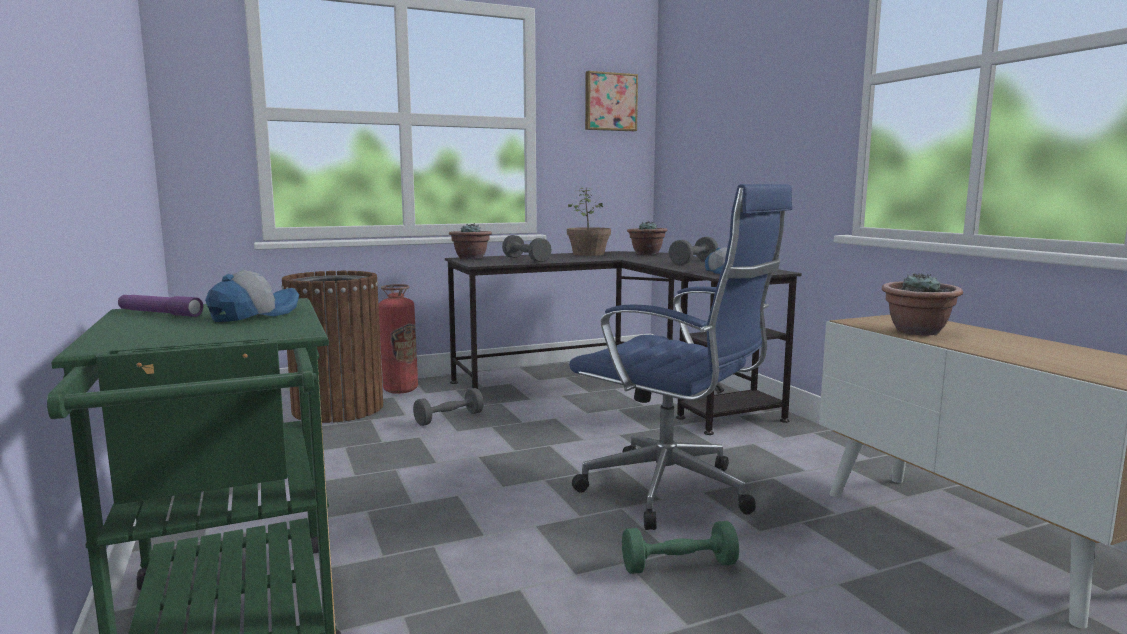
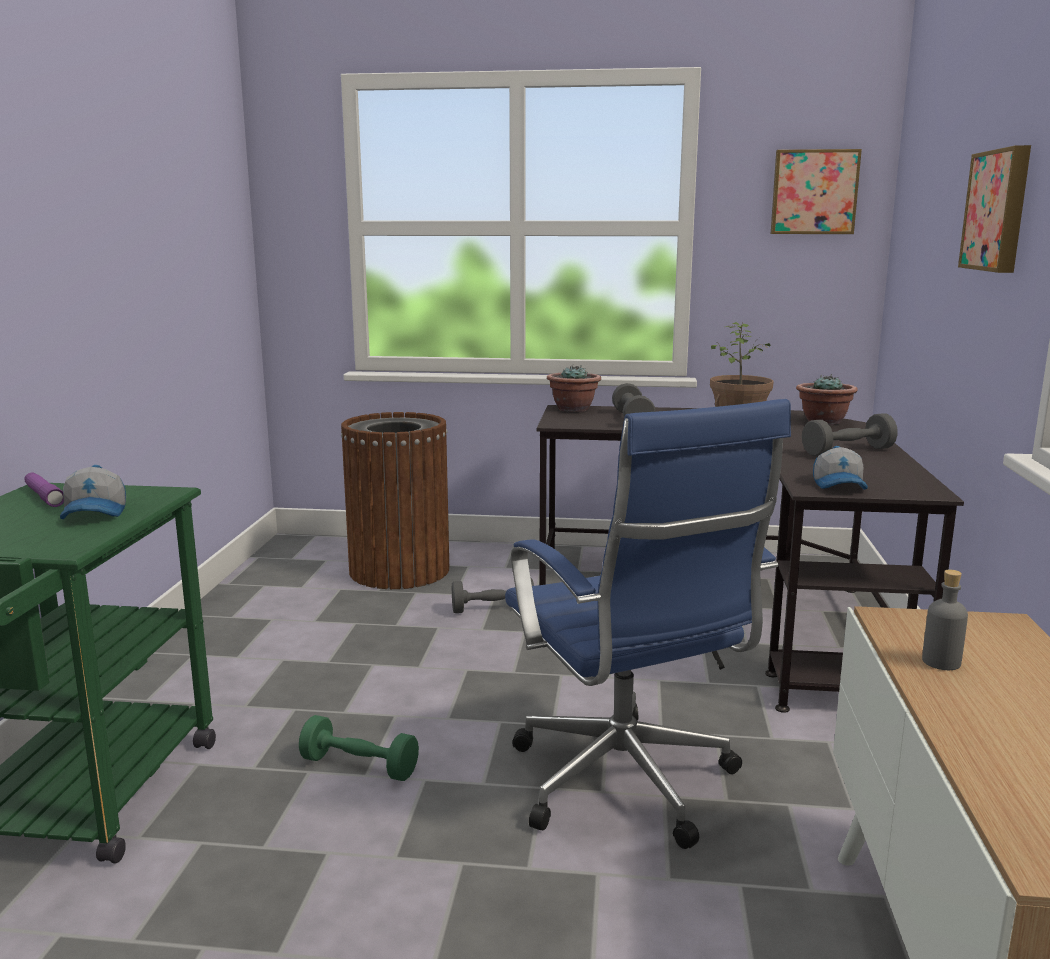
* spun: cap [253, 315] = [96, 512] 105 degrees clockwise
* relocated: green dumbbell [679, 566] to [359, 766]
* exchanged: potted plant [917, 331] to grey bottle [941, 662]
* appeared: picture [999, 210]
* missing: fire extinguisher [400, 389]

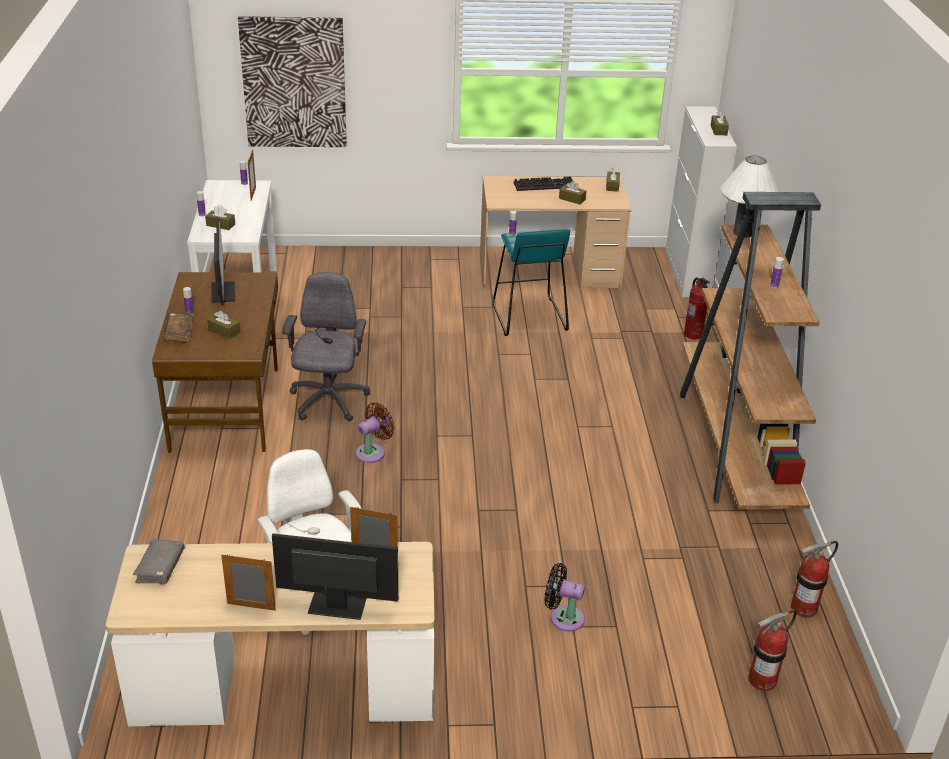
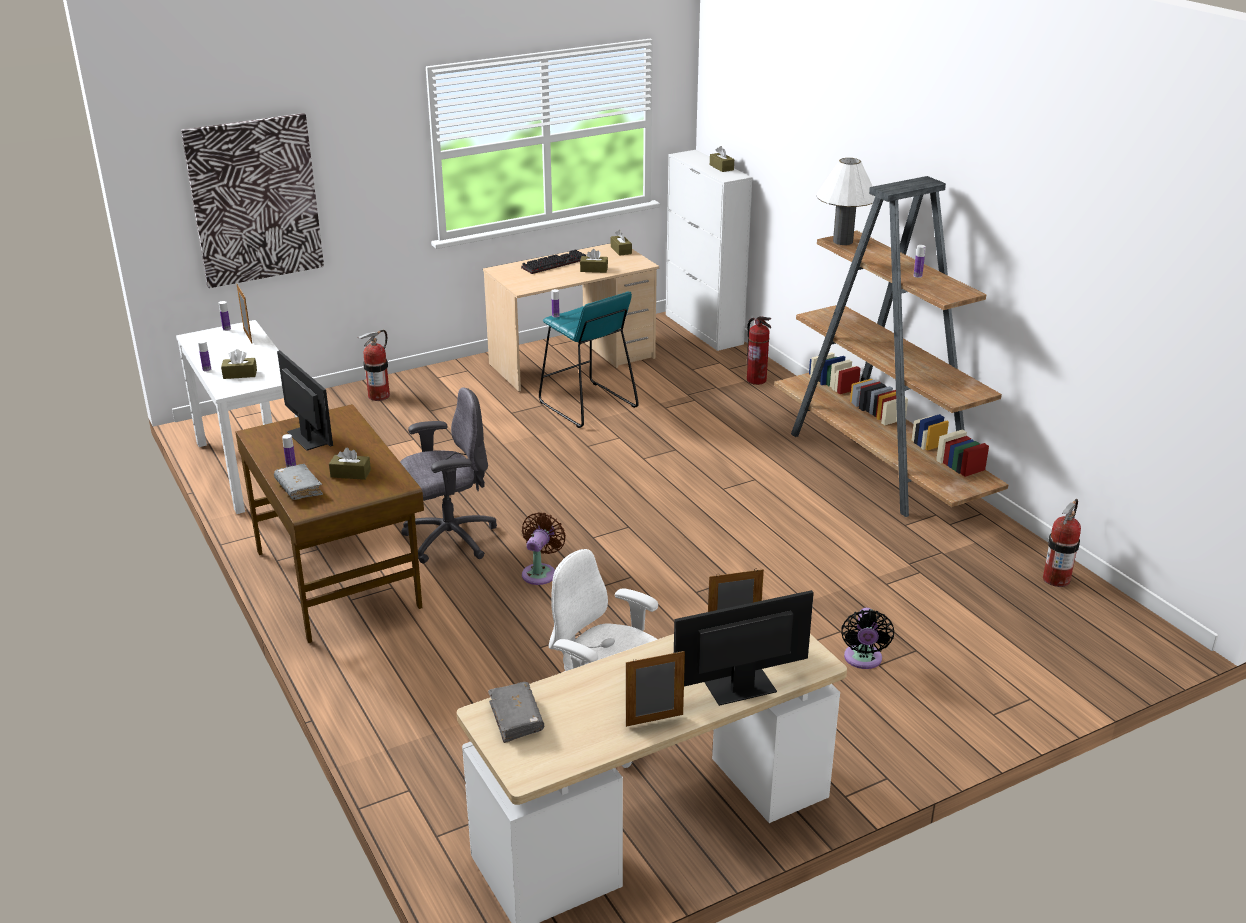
* colour: brown book [179, 332] to grey book [299, 488]
* relocated: fire extinguisher [762, 680] to [379, 396]
* spun: grey office chair [328, 401] = [448, 539] 90 degrees clockwise
* spun: black fan [563, 617] = [863, 660] 75 degrees counterclockwise

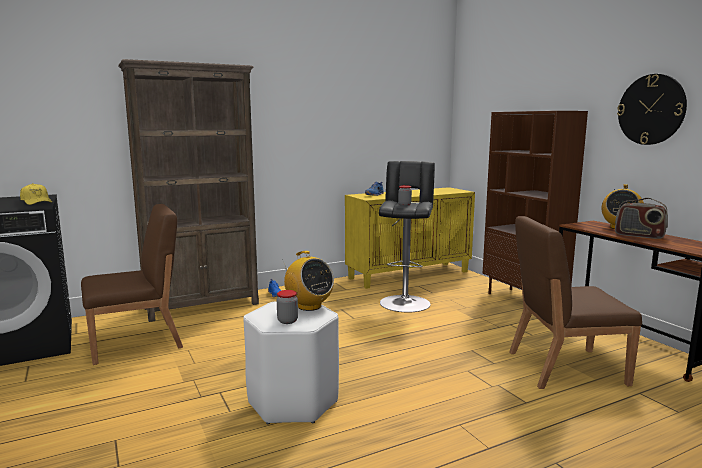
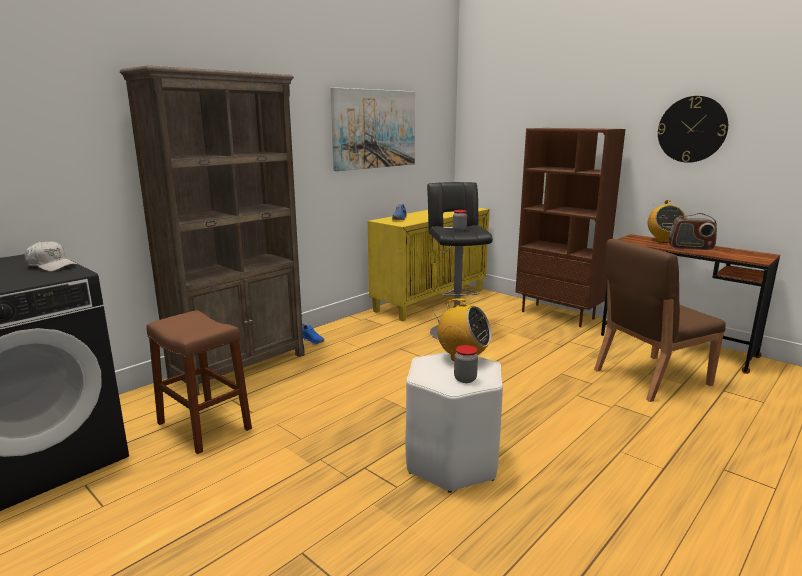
* colour: yellow cap [36, 202] to white cap [51, 266]
* exchanged: brown chair [137, 342] to brown stool [204, 426]
* appeared: picture [374, 129]

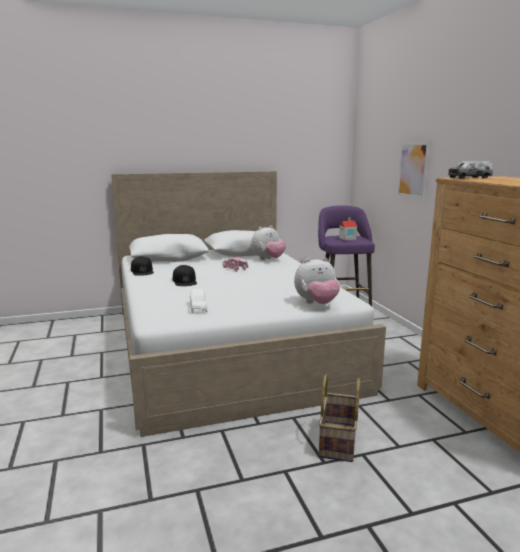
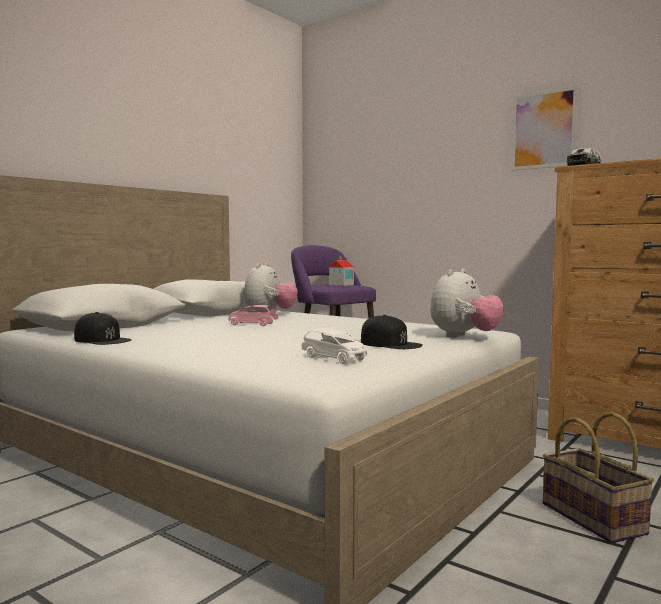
* relocated: black cap [185, 281] to [390, 344]
* relocated: picture [413, 170] to [543, 130]

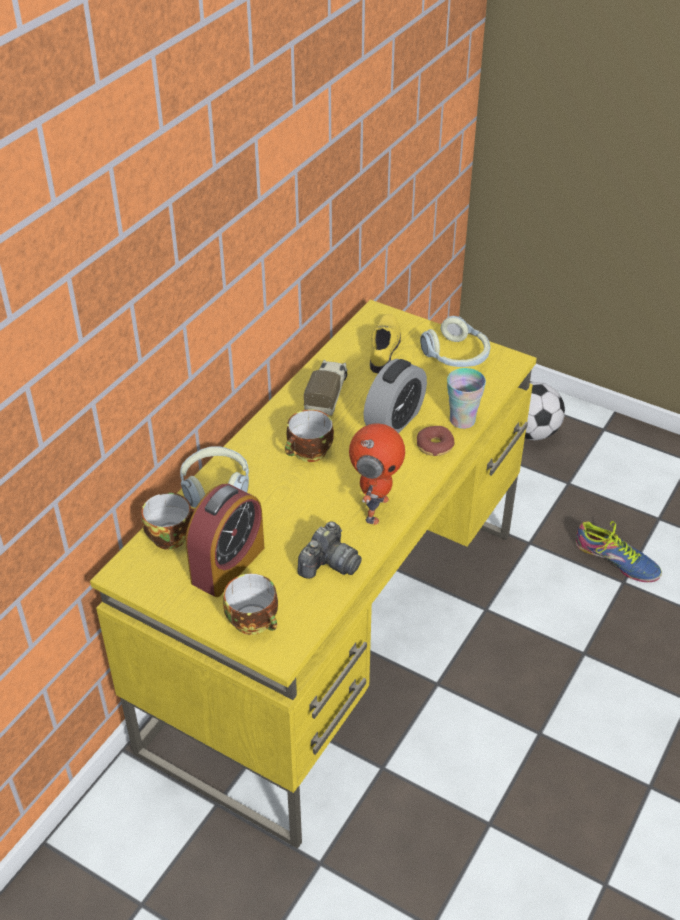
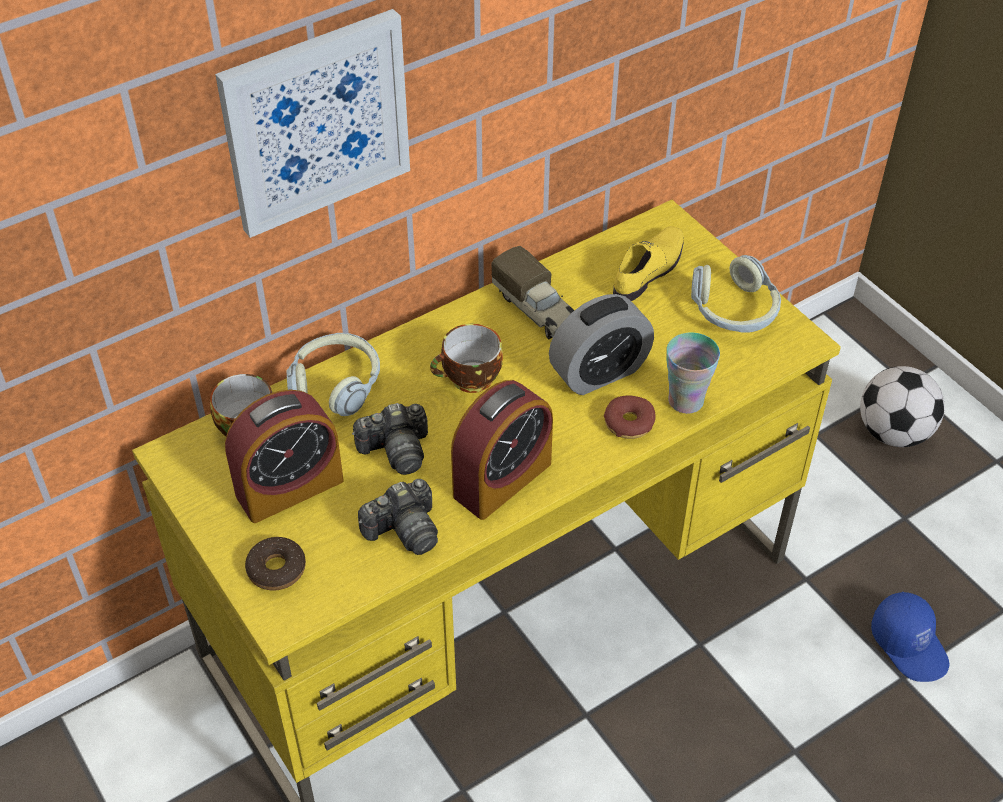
* appeared: picture [316, 122]
* exchanged: cup [255, 621] to donut [276, 569]
* appeared: photo camera [396, 450]
* exchanged: toy robot [374, 509] to alarm clock [502, 479]
* spun: toy truck [327, 395] = [537, 311] 105 degrees clockwise
* exchanged: shoe [616, 560] to blue cap [910, 644]

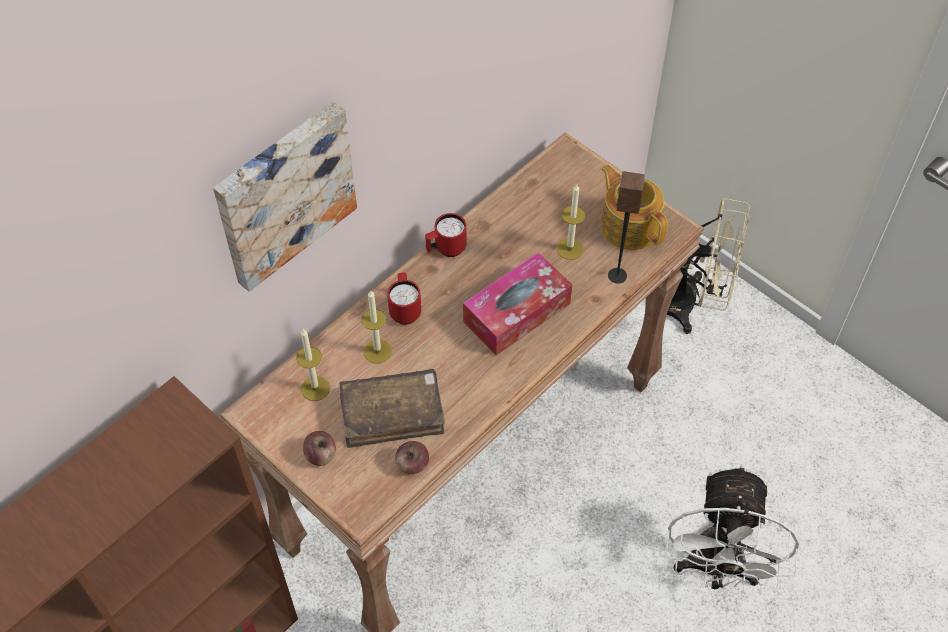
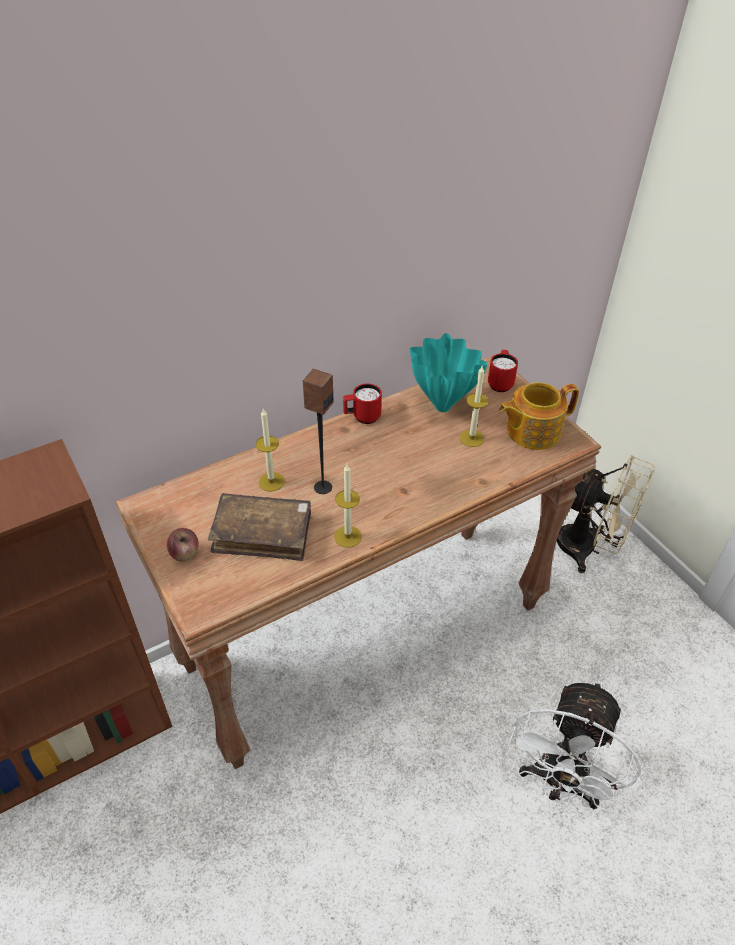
* relocated: speaker [616, 275] to [322, 487]
* relocated: candle [315, 388] to [348, 536]
* appeared: turquoise vase [441, 406]
* relocated: red mug [405, 309] to [500, 383]
* spun: teapot [629, 225] = [531, 431] 90 degrees counterclockwise
* missing: picture [283, 193]
* missing: apple [412, 464]
* missing: tissue box [517, 312]

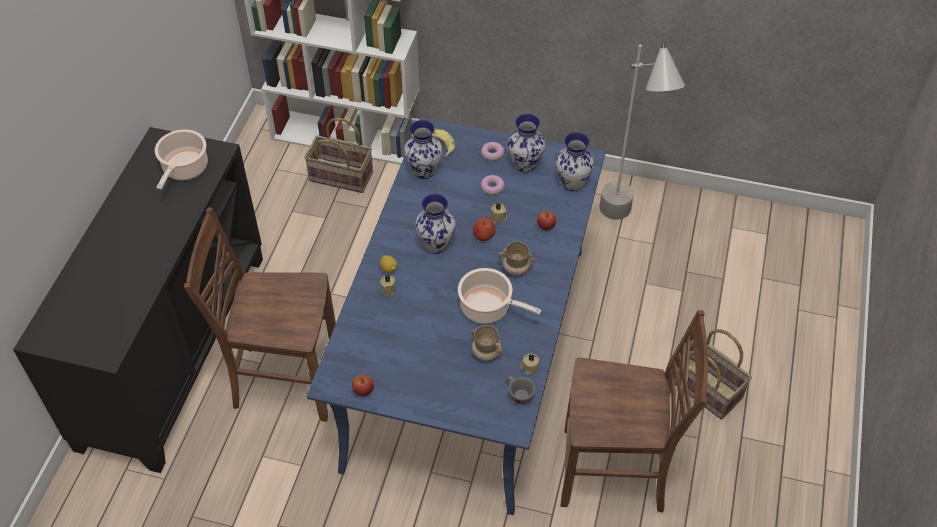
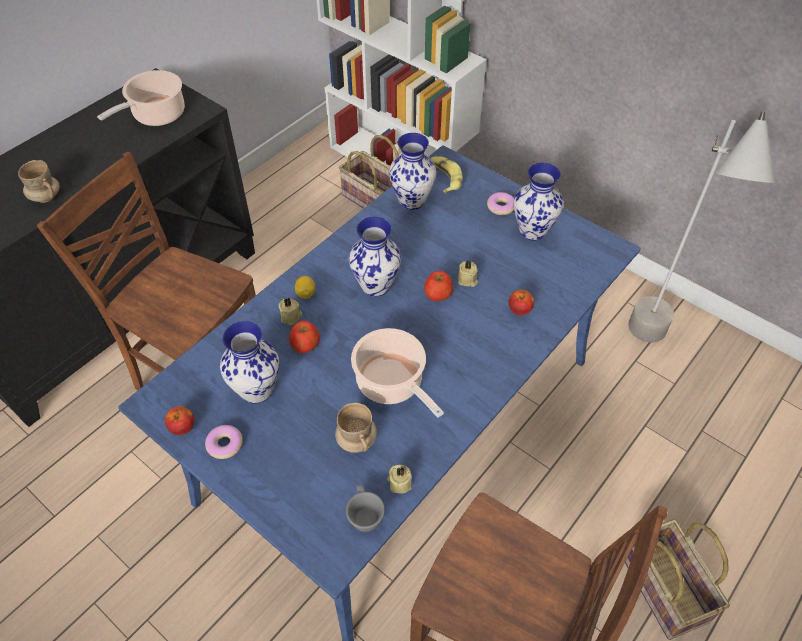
* relocated: beige mug [516, 269] to [45, 197]
* relocated: donut [492, 187] to [225, 444]
* relocated: vase [572, 183] to [255, 390]
* appeared: apple [305, 344]

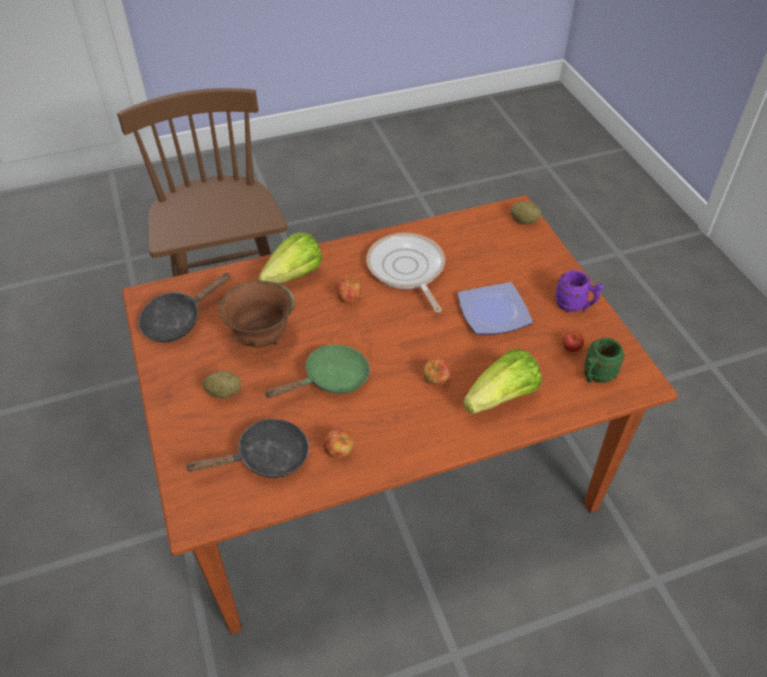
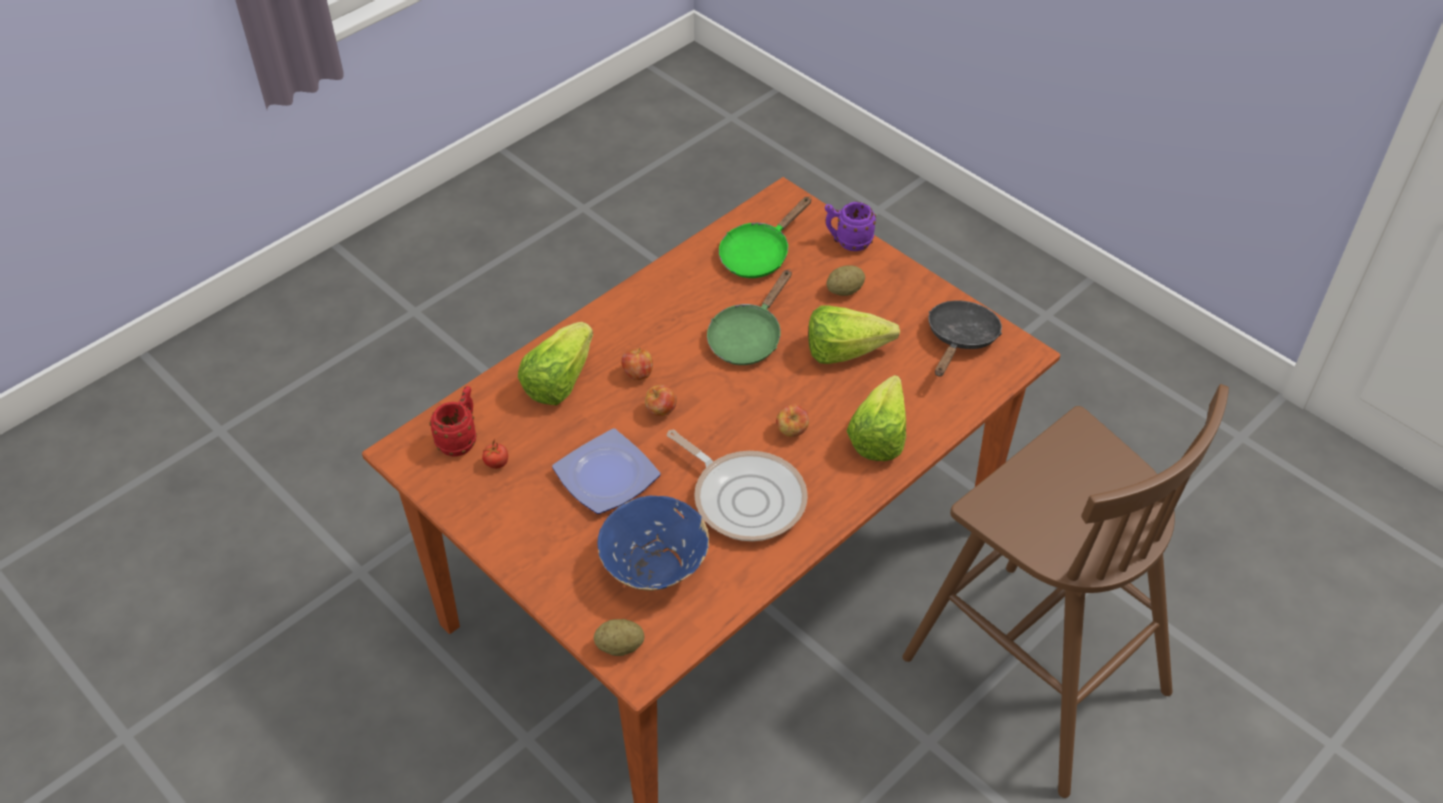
* colour: green mug [595, 376] to red mug [460, 439]
* appeared: blue bowl [654, 566]
* relocated: apple [339, 451] to [661, 411]
* colour: black frying pan [266, 458] to green frying pan [759, 255]
* exchanged: brown bowl [262, 338] to lettuce [852, 353]
* relocated: purple mug [574, 306] to [847, 242]

